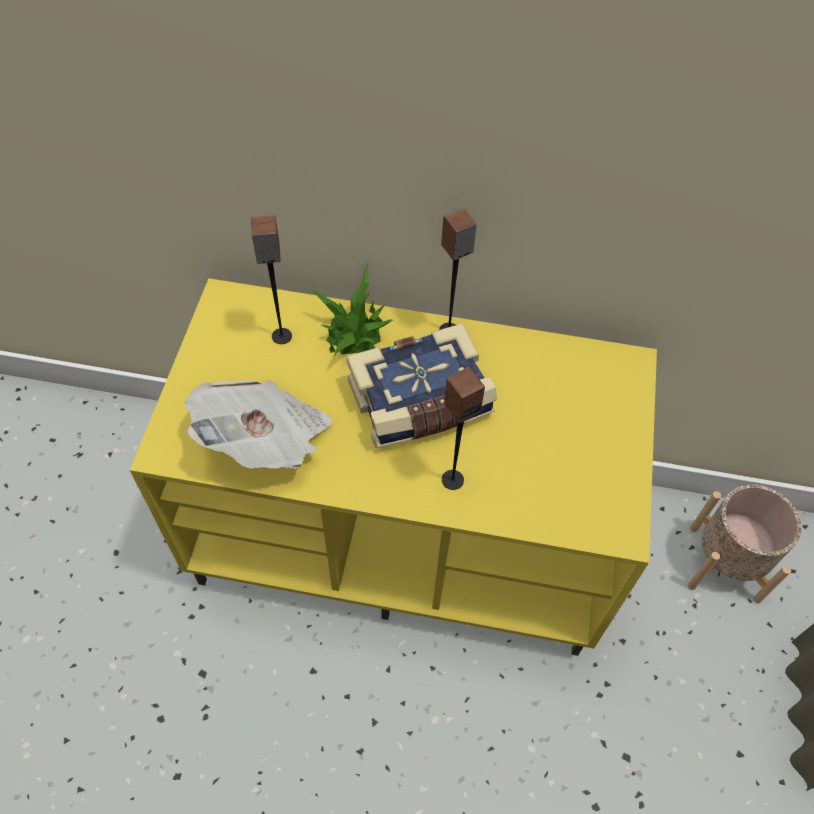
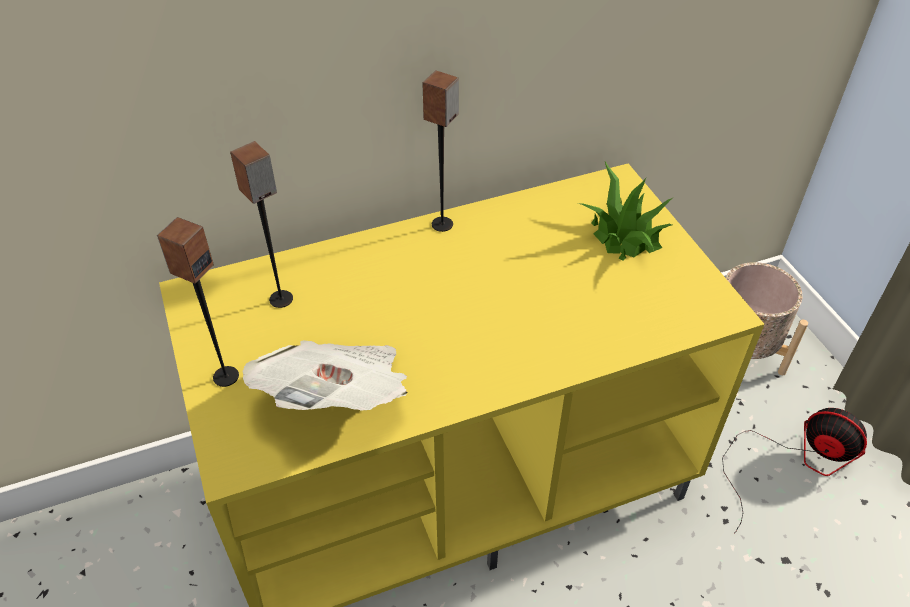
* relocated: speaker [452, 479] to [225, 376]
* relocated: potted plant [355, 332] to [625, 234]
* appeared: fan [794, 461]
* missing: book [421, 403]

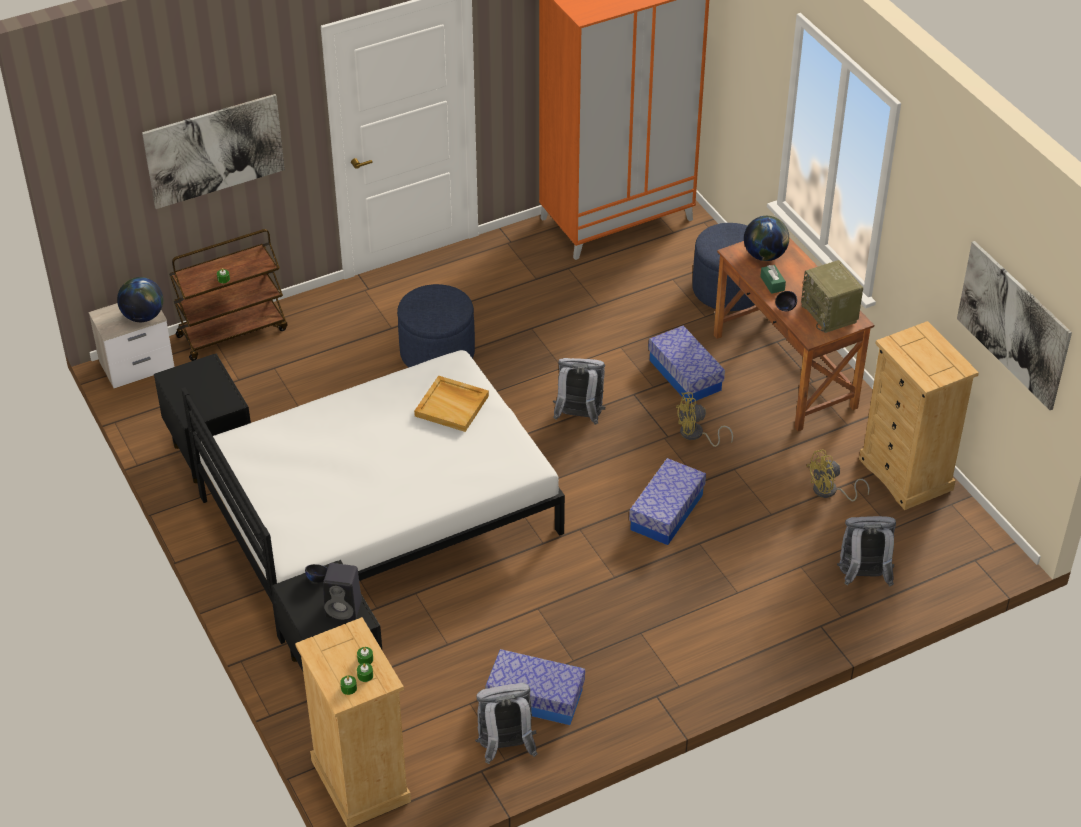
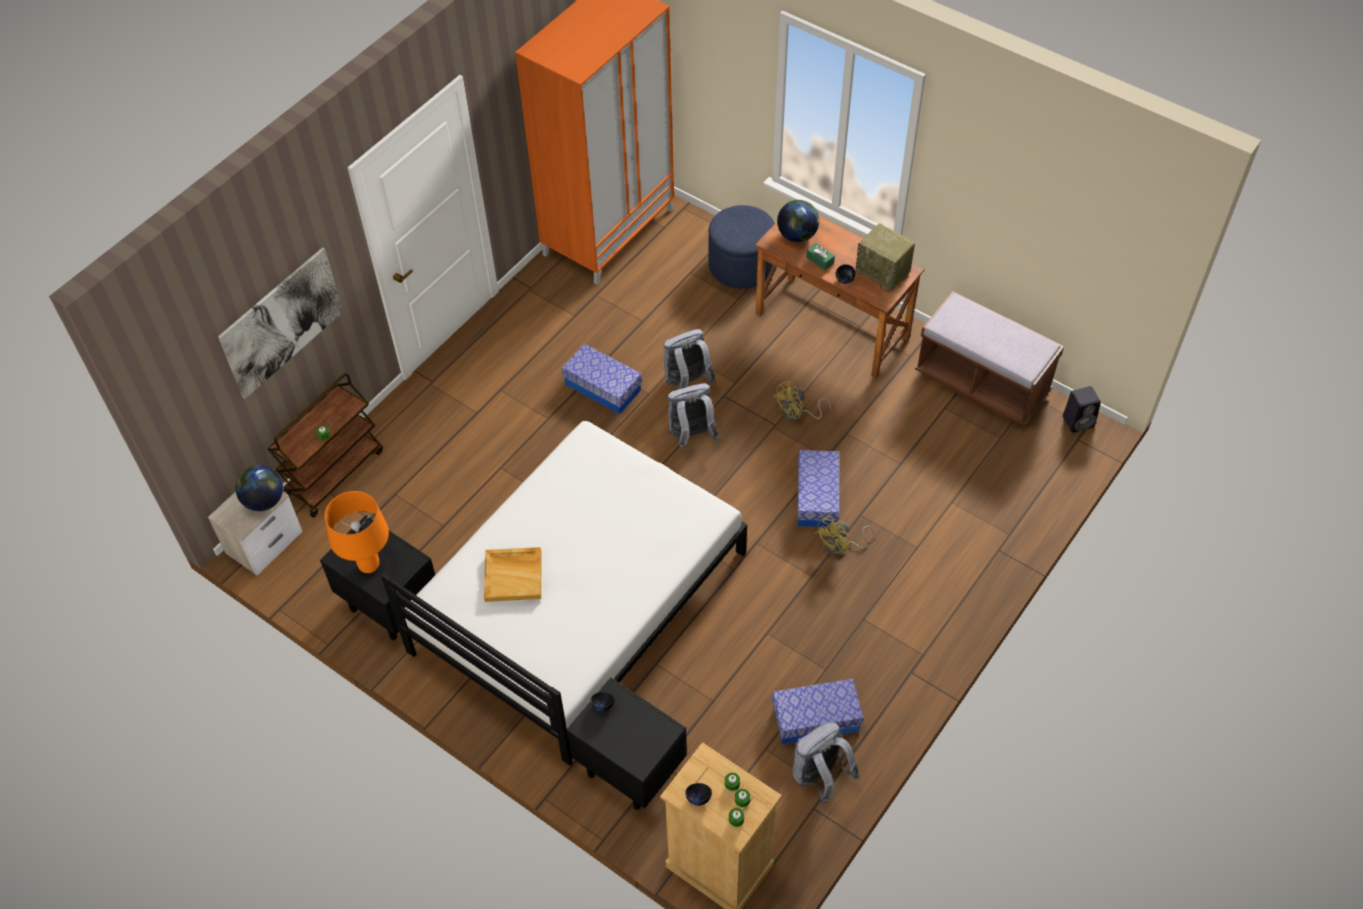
* appeared: orange table lamp [369, 565]
* relocated: beige tray [452, 406] to [514, 575]
* relocated: storage box [685, 375] to [603, 387]
* relocated: grey backpack [863, 577] to [687, 383]
* appeared: black bowl [698, 798]
* relocated: yellow fan [830, 492] to [841, 546]
* exchanged: beige dresser [906, 474] to brown bench [982, 383]
* relocated: black speaker [345, 609] to [1078, 421]
* missing: blue ottoman [437, 353]
* missing: picture [1013, 324]

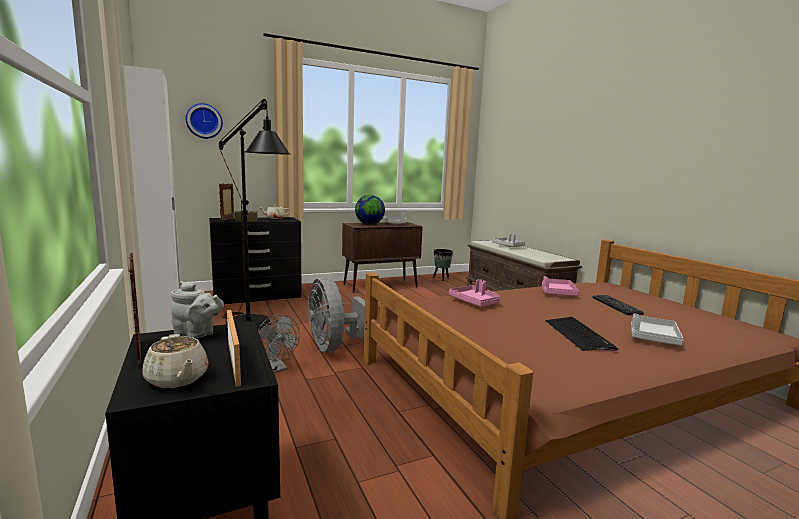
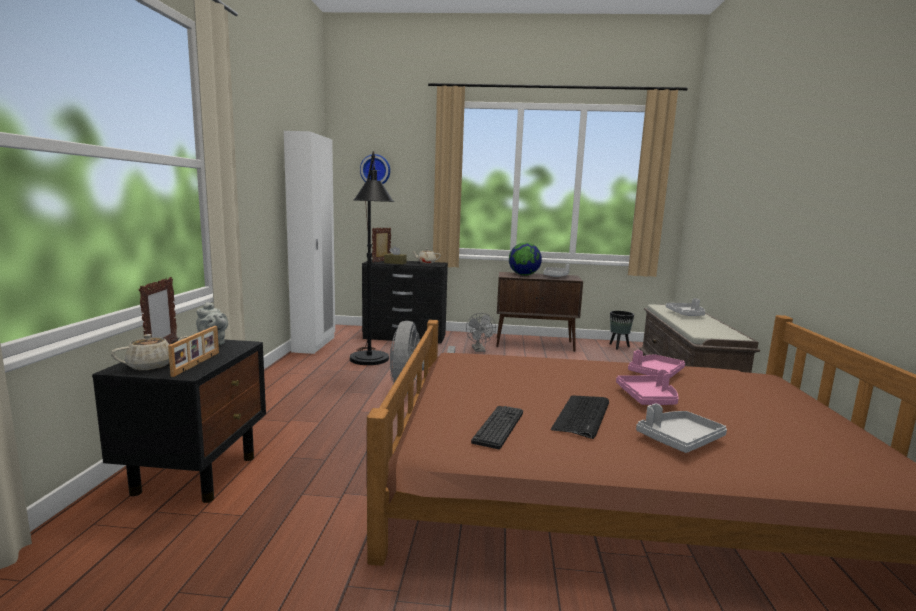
* spun: beige teapot [177, 379] = [152, 366] 120 degrees counterclockwise
* relocated: grey fan [277, 368] to [479, 350]
* relocated: keyboard [616, 305] to [498, 427]
* relocated: pink tray [475, 302] to [648, 398]

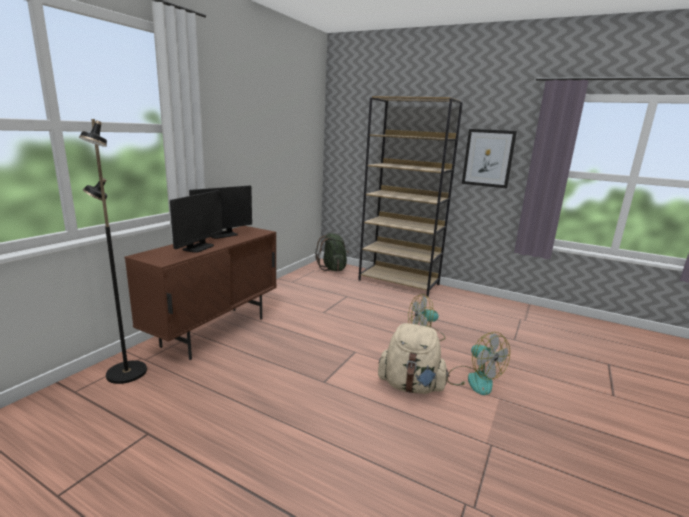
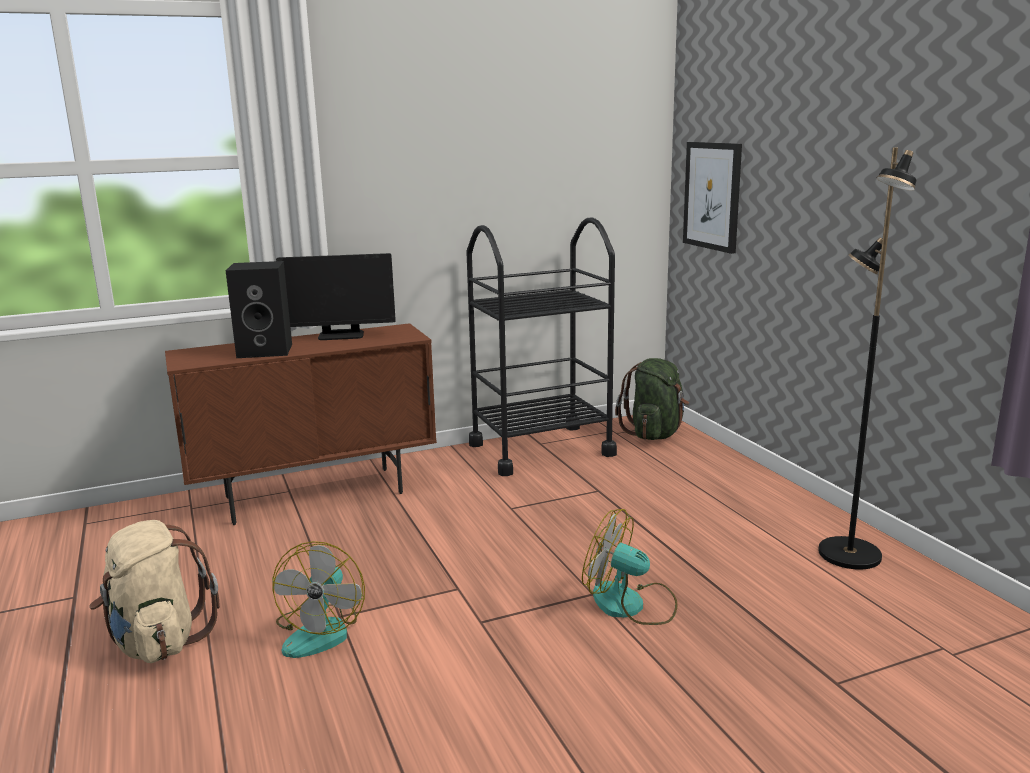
* relocated: beige backpack [411, 386] to [157, 642]
* exchanged: monitor [198, 247] to black speaker [266, 350]
* relocated: fan [473, 379] to [321, 631]
* appeared: black cart [541, 449]
* relocated: picture [488, 158] to [712, 196]
* relocated: black floor lamp [125, 373] to [848, 554]
* missing: brown bookcase [399, 282]

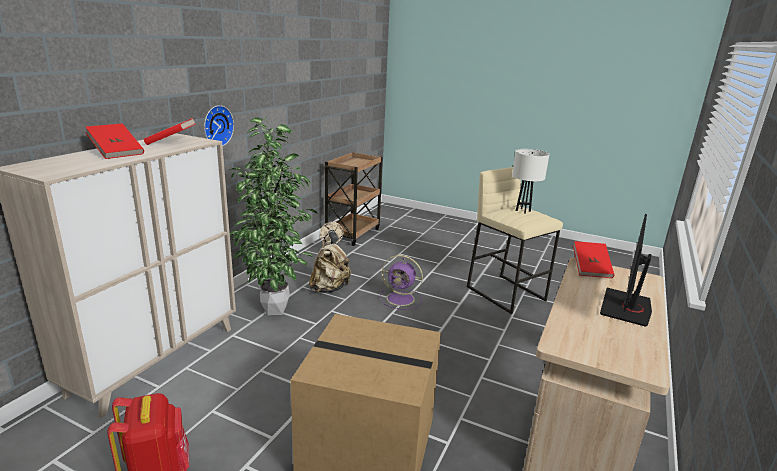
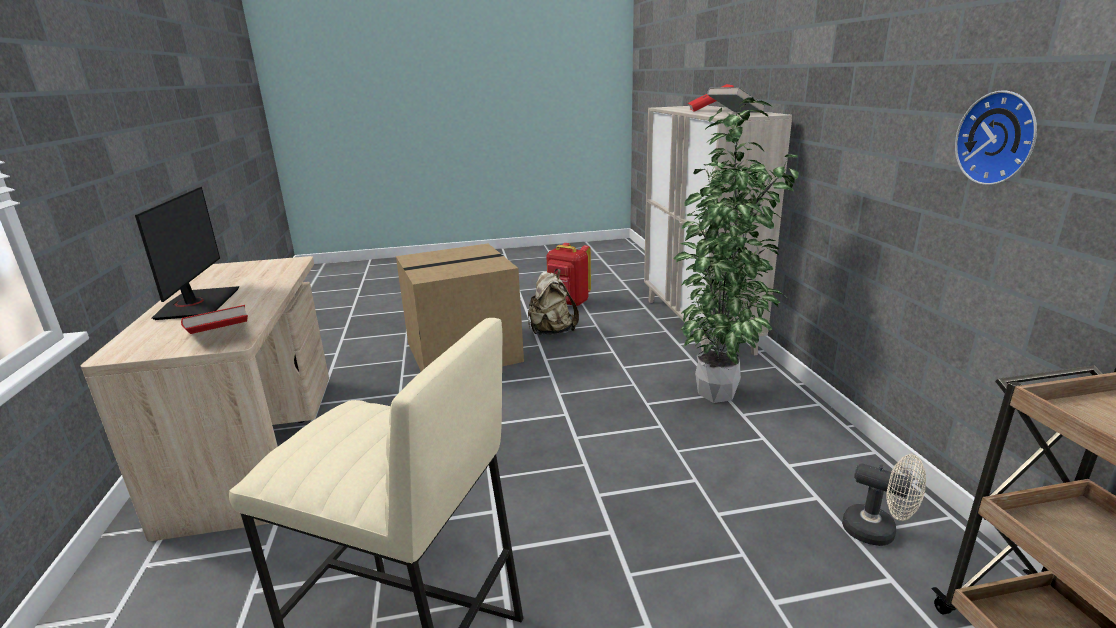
* relocated: beige backpack [329, 289] to [551, 332]
* colour: red book [171, 142] to grey book [734, 113]
* relocated: wall clock [216, 125] to [999, 138]
* missing: purple fan [401, 299]
* missing: white table lamp [523, 211]

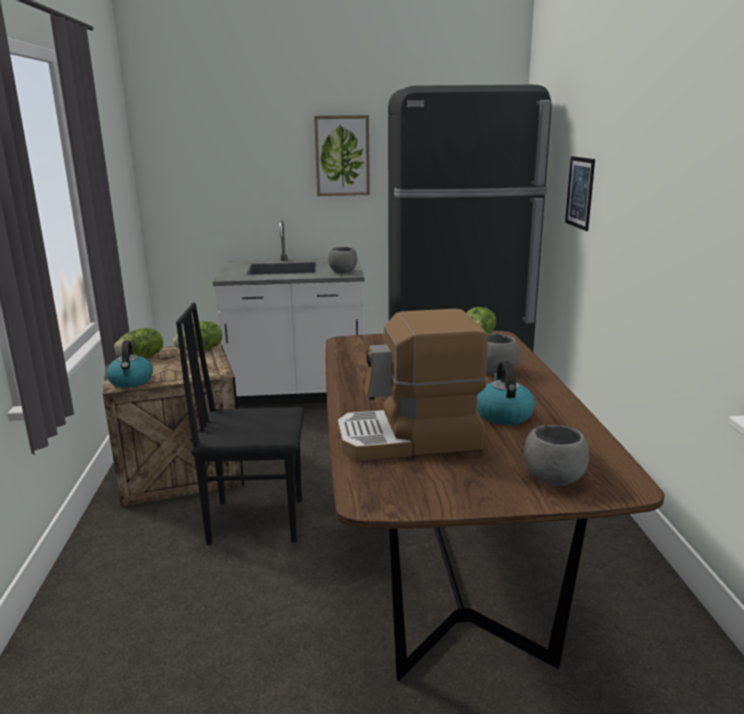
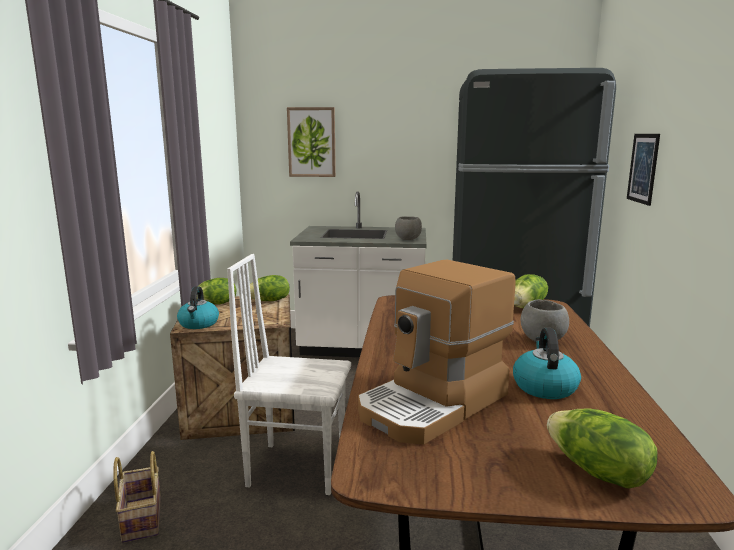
* appeared: basket [140, 518]
* colour: black chair [255, 520] to white chair [297, 467]
* relocated: picture [342, 156] to [311, 142]
* spun: coffee machine [409, 438] = [434, 404] 45 degrees counterclockwise
* exchanged: grey bowl [554, 479] to lettuce [597, 472]

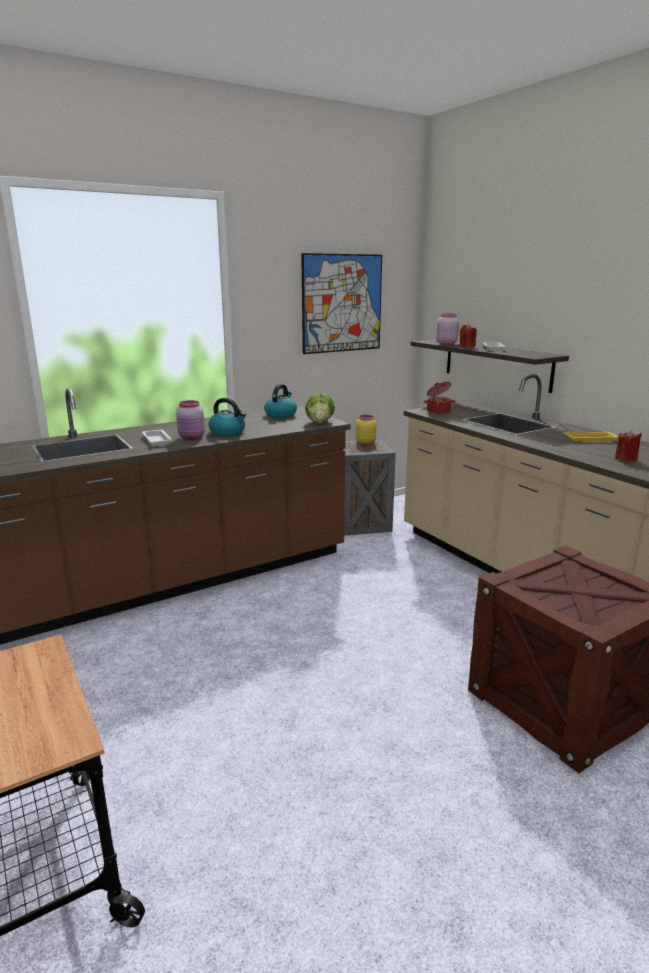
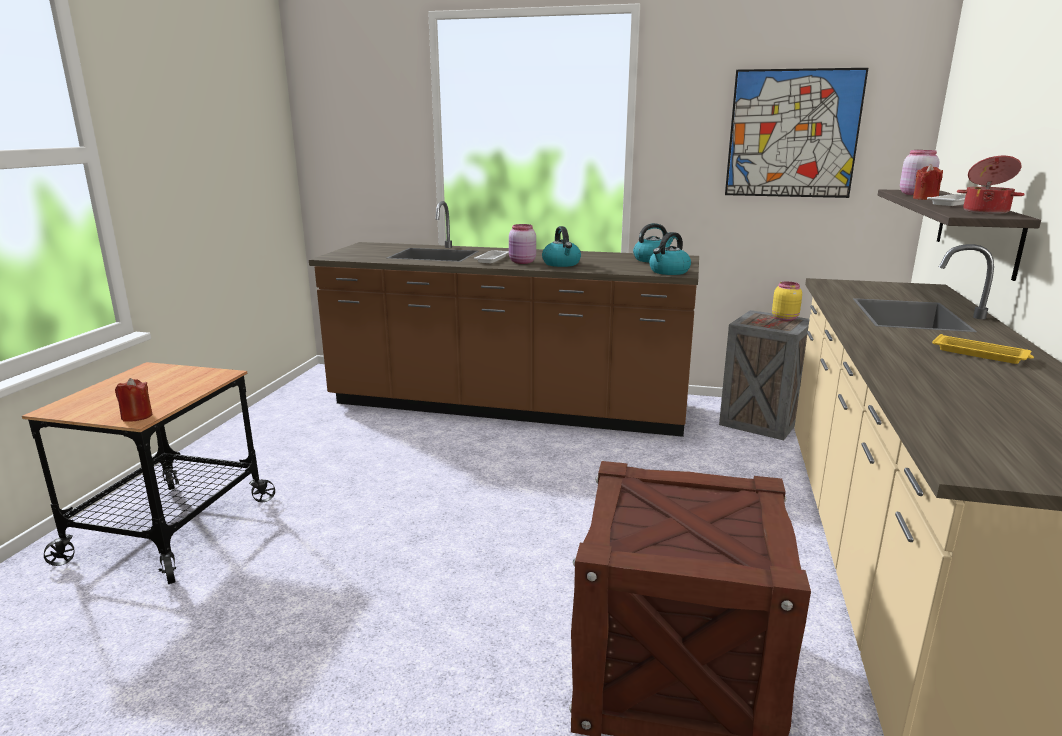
* relocated: red candle [625, 459] to [137, 416]
* exchanged: lettuce [320, 422] to kettle [669, 272]
* relocated: cooking pot [438, 412] to [986, 211]

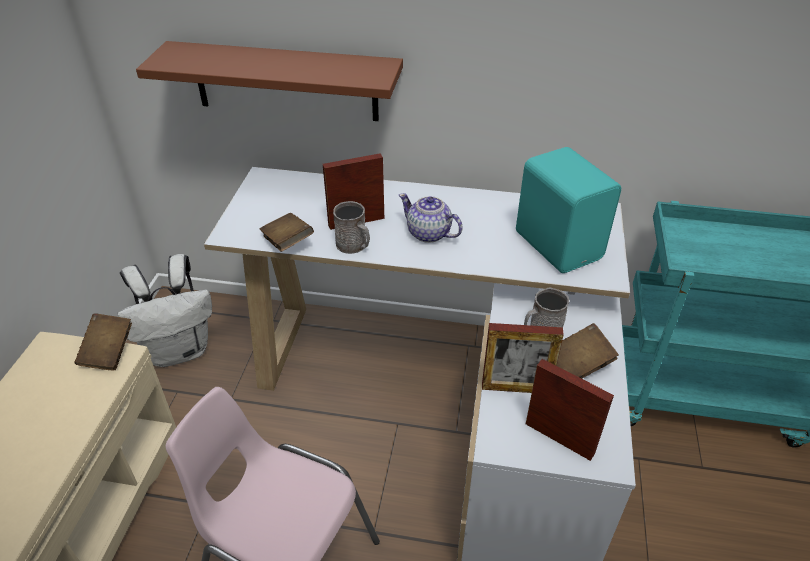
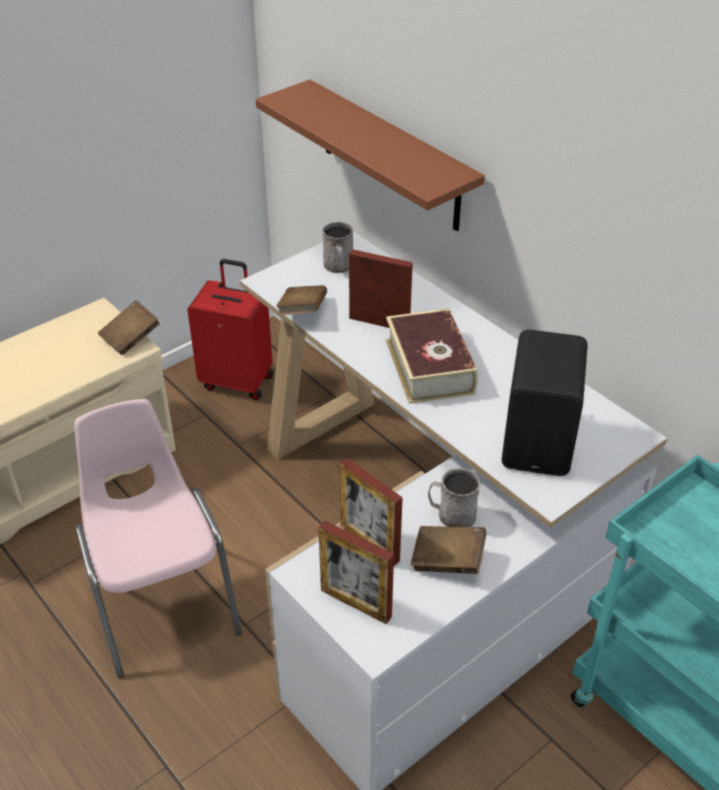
* exchanged: white backpack [180, 349] to red suitcase [238, 380]
* spun: picture frame [559, 438] = [356, 603] 135 degrees clockwise
* relocated: grey mug [354, 246] to [338, 267]
* exchanged: teapot [429, 234] to book [429, 366]
* colour: turquoise speaker [559, 244] to black speaker [540, 441]

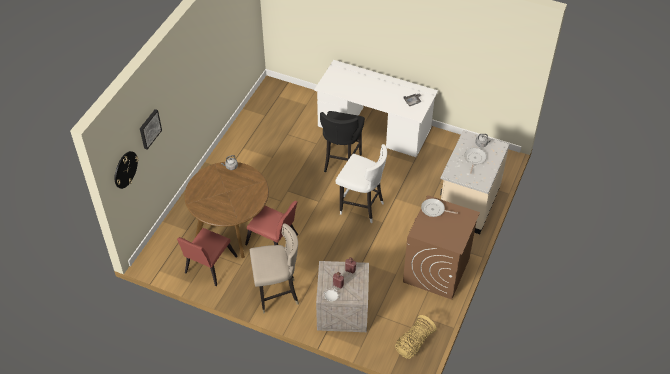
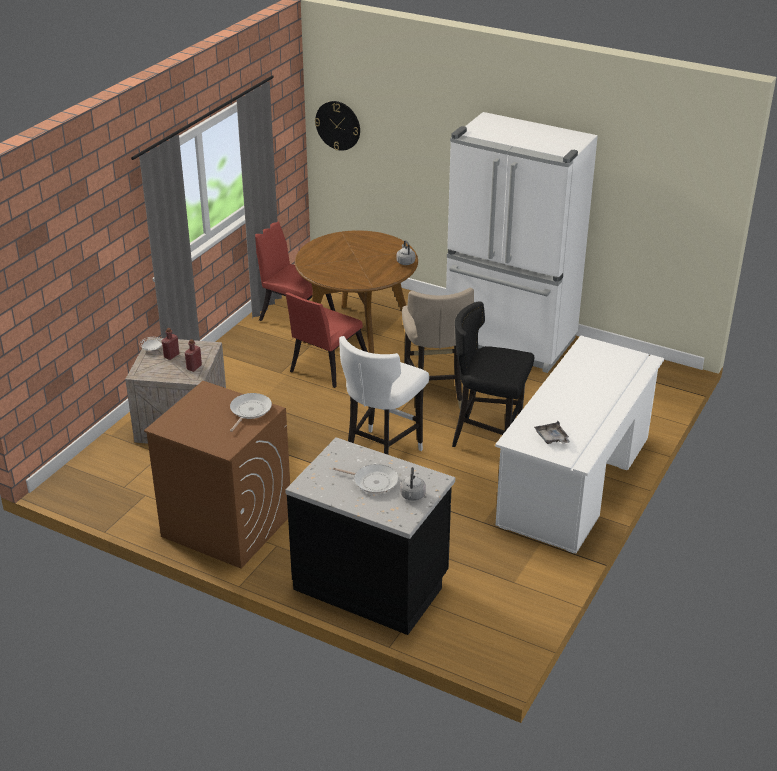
* colour: beige counter [468, 203] to black counter [371, 583]
* relocated: beige stool [277, 295] to [435, 393]
* appeared: white fridge [510, 342]
* missing: picture [149, 129]
* missing: basket [413, 343]

